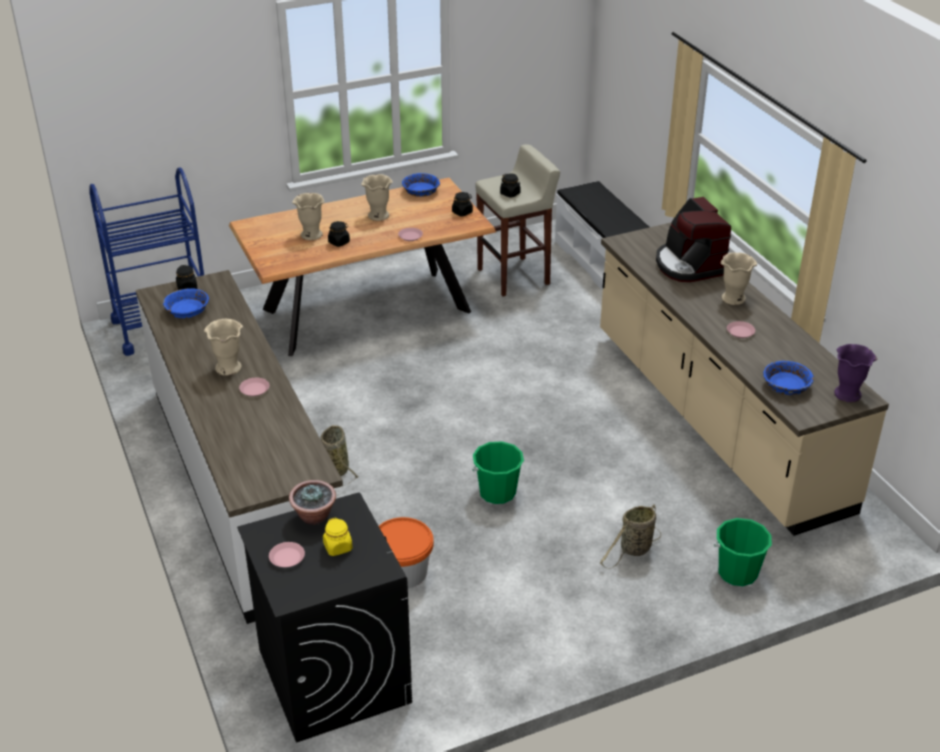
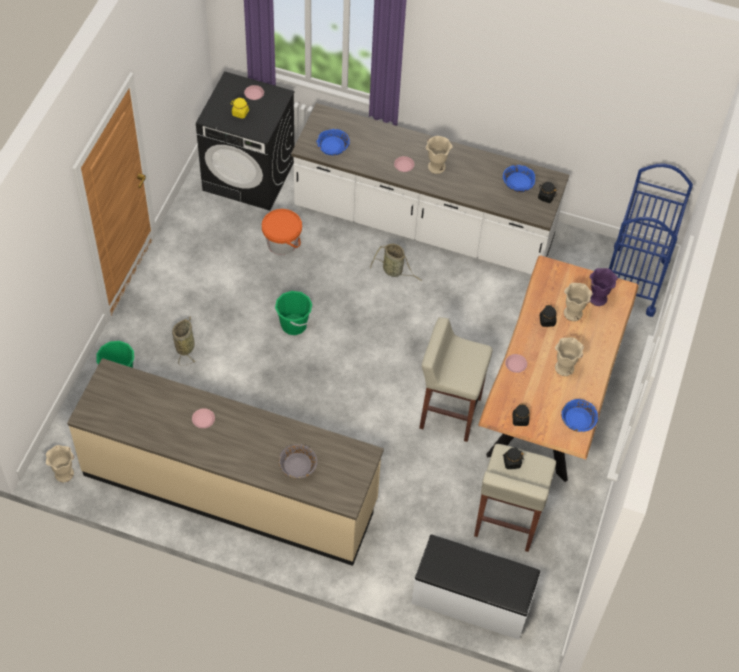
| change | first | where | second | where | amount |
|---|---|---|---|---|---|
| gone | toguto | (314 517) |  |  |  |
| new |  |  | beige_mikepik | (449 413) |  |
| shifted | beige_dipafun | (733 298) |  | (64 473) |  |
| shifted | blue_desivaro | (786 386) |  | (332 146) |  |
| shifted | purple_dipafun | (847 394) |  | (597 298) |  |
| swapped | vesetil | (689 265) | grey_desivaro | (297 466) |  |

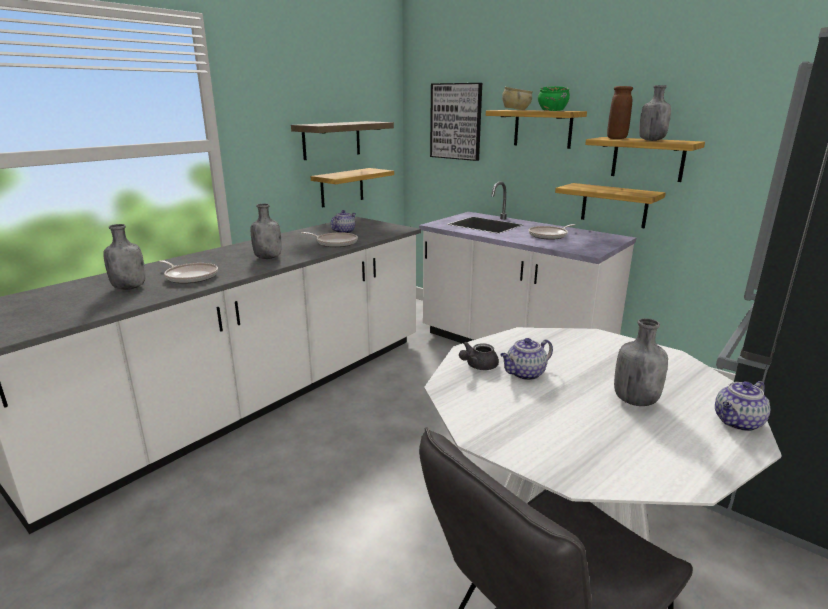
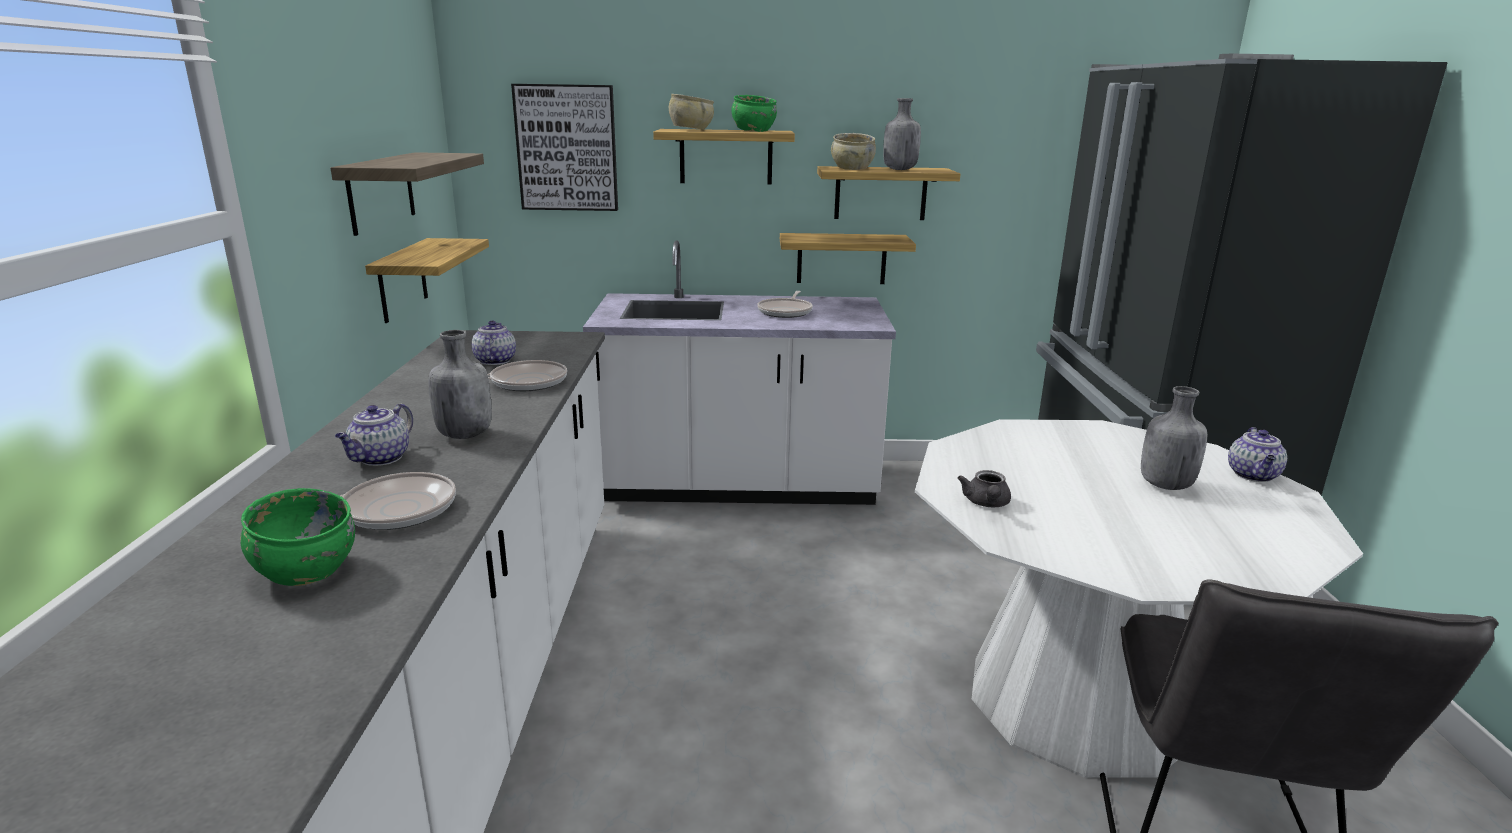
| change | first | where | second | where | amount |
|---|---|---|---|---|---|
| shifted | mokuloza | (525 374) |  | (380 459) |  |
| swapped | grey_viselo | (130 287) | green_desivaro | (306 571) |  |
| swapped | brown_dipafun | (616 138) | beige_desivaro | (852 168) |  |

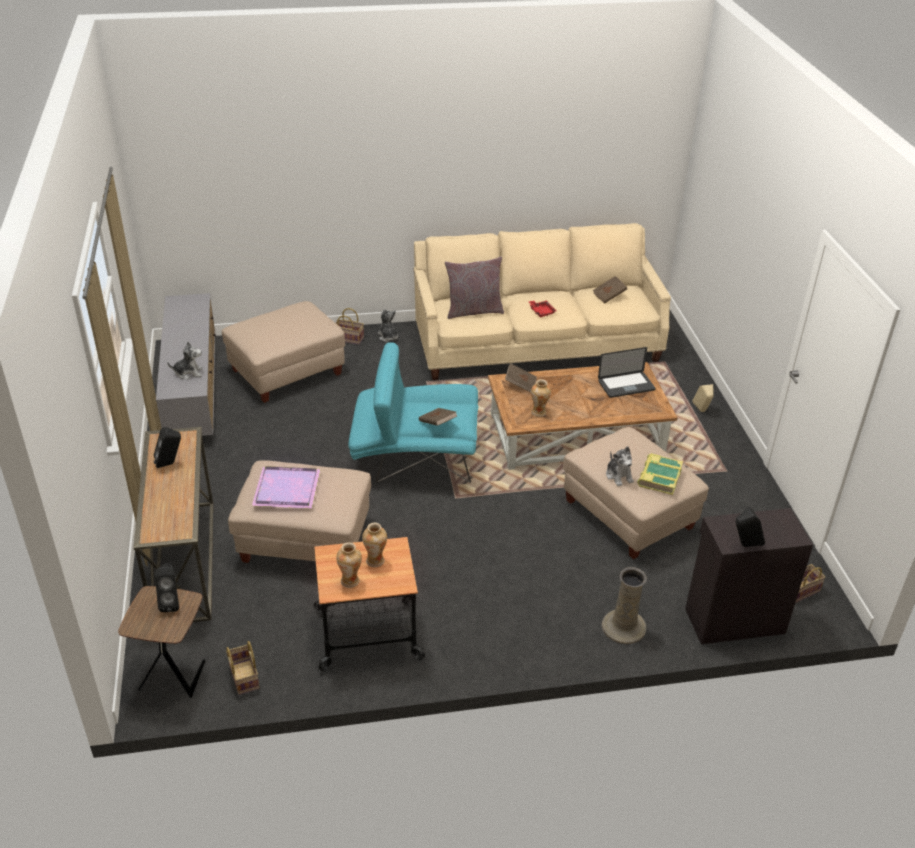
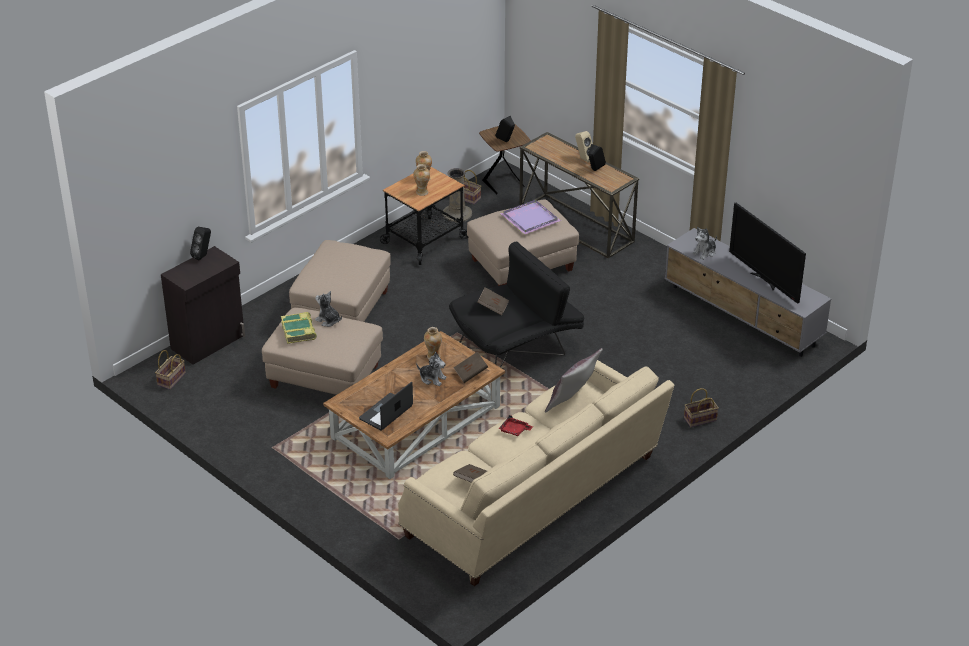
| change | first | where | second | where | amount |
|---|---|---|---|---|---|
| new |  |  | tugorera | (764 280) |  |
| shifted | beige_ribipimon | (287 373) |  | (342 310) |  |
| shifted | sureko | (388 336) |  | (432 378) |  |
| shifted | beige_dipafun | (623 627) |  | (457 214) |  |
| shifted | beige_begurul | (702 411) |  | (583 159) |  |
| repainted | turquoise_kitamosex | (415 457) | black_kitamosex | (517 347) |  |

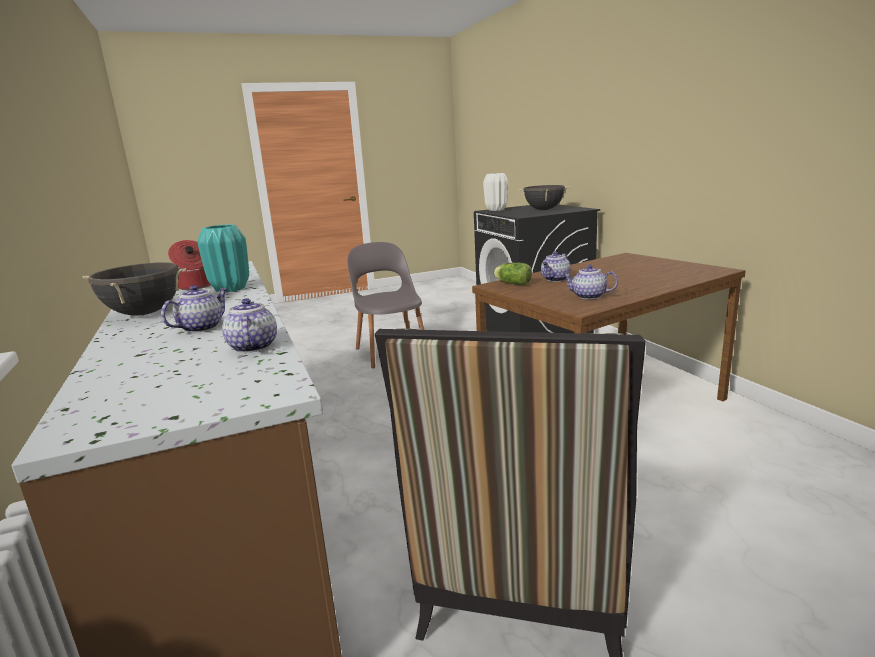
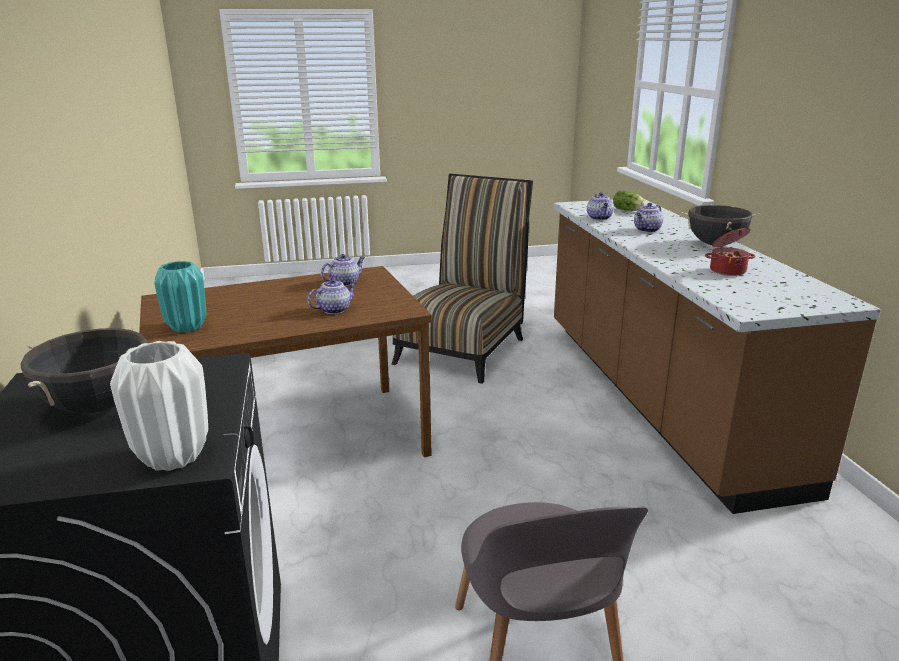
| change | first | where | second | where | amount |
|---|---|---|---|---|---|
| shifted | turquoise_dipafun | (230 289) |  | (186 327) |  |
| shifted | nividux | (512 283) |  | (629 210) |  |
| rotated | mokuloza | (588 296) |  | (345 282) | 75 degrees counterclockwise |

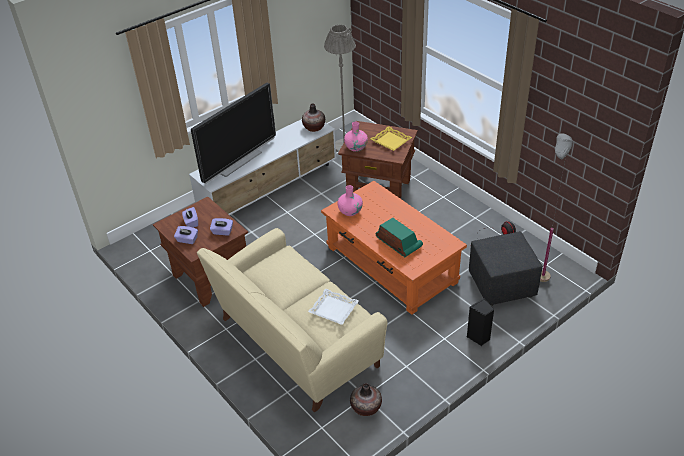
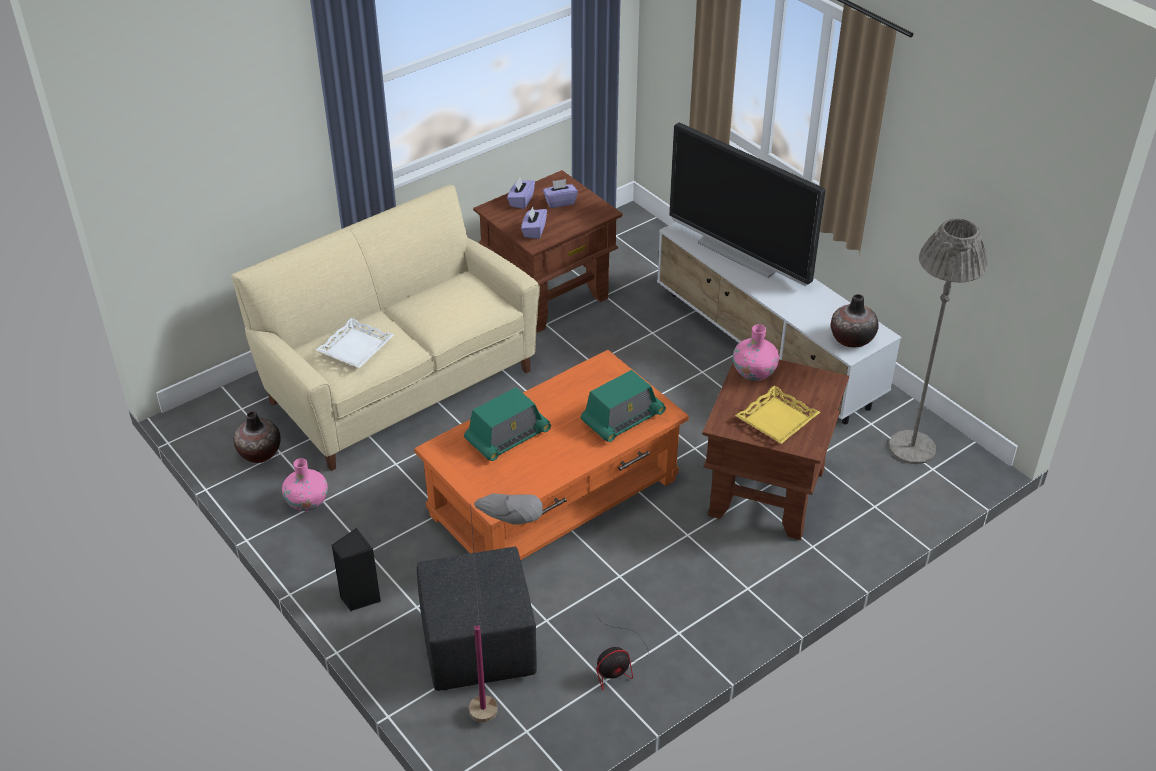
| change | first | where | second | where | amount |
|---|---|---|---|---|---|
| new |  |  | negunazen | (622 419) |  |
| shifted | pink_dipafun | (350 211) |  | (307 502) |  |

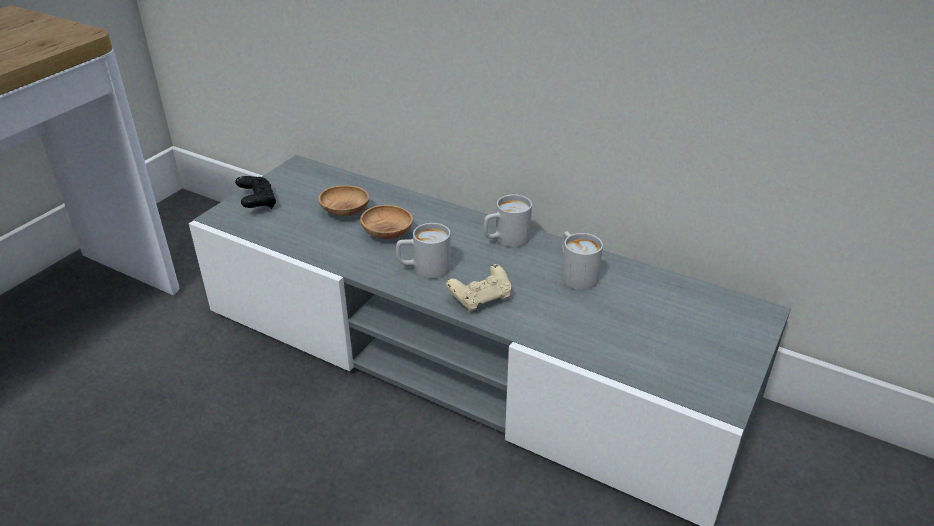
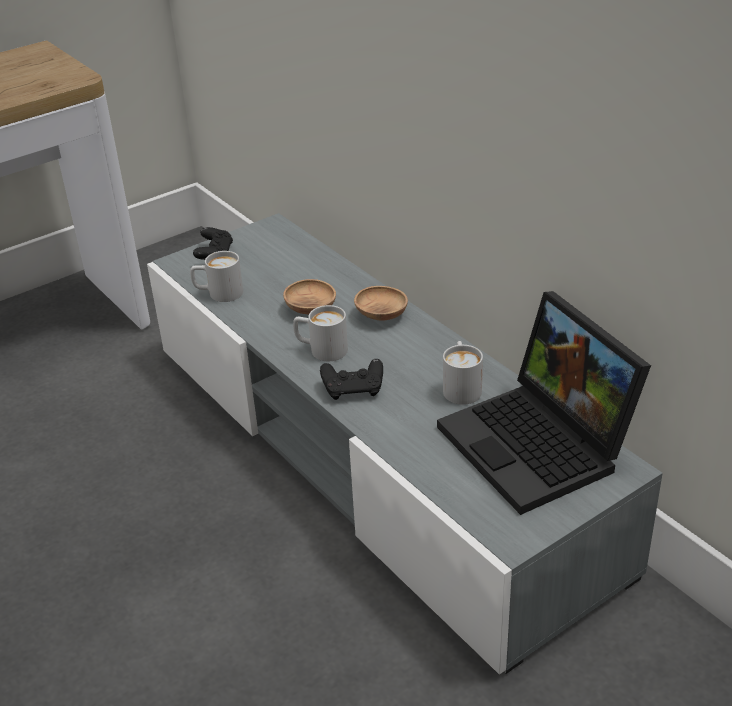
| change | first | where | second | where | amount |
|---|---|---|---|---|---|
| new |  |  | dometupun | (540 445) |  |
| shifted | brown_desivaro | (345 212) |  | (381 315) |  |
| shifted | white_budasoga | (505 240) |  | (218 293) |  |
| repainted | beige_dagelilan | (481 299) | black_dagelilan | (353 389) |  |

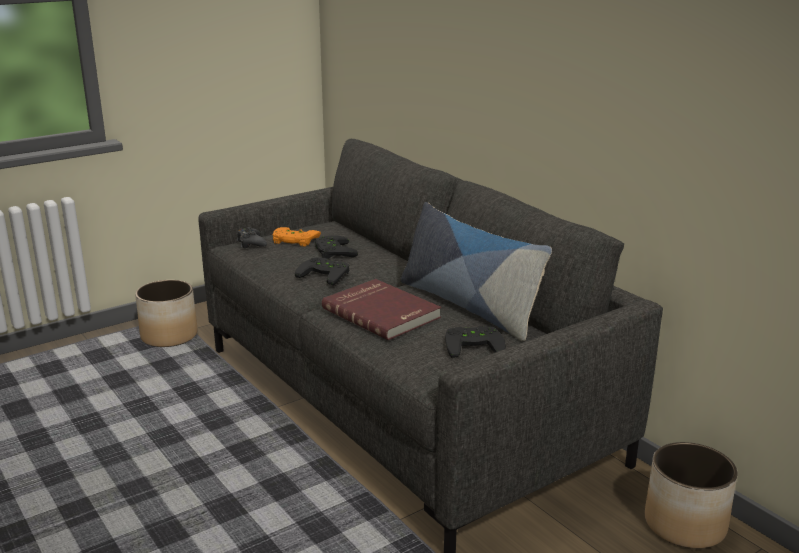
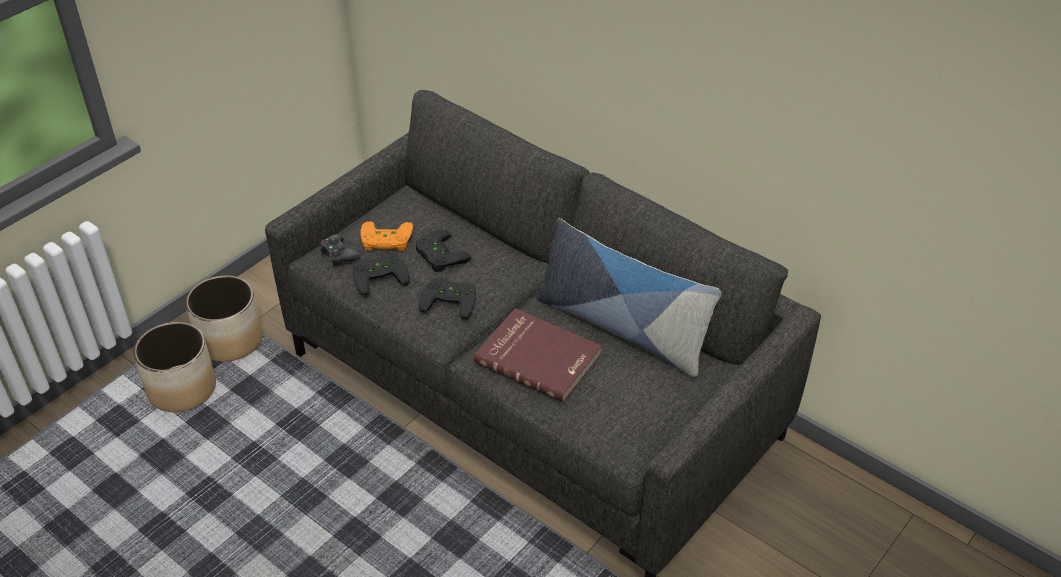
| change | first | where | second | where | amount |
|---|---|---|---|---|---|
| shifted | black_dagelilan | (473 345) |  | (379 275) |  |
| shifted | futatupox | (685 525) |  | (182 389) |  |

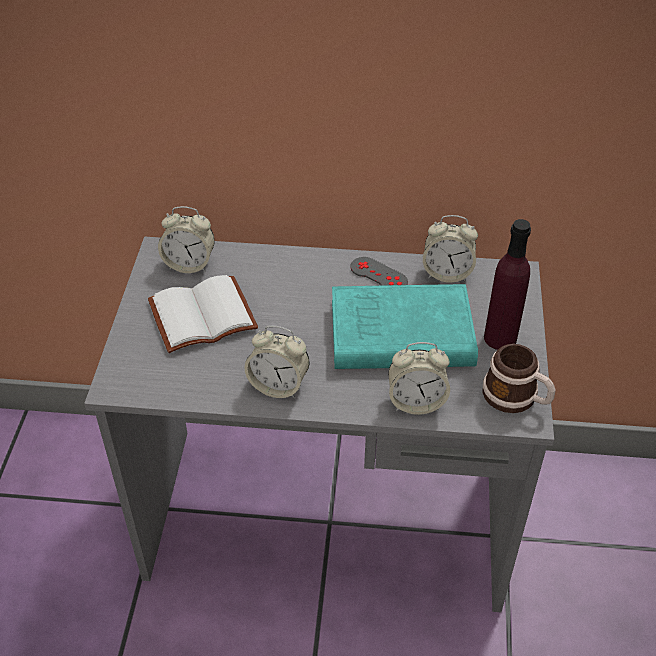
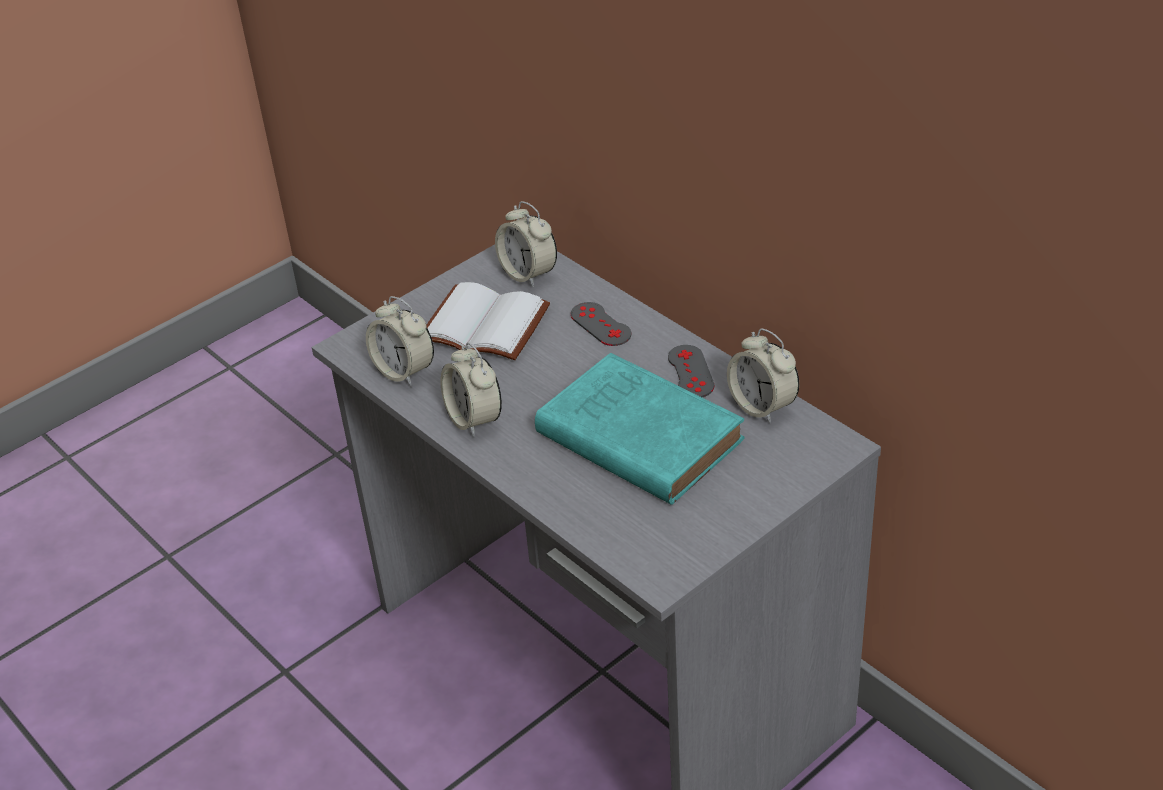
| change | first | where | second | where | amount |
|---|---|---|---|---|---|
| gone | budasoga | (516 398) |  |  |  |
| gone | purple_viselo | (500 338) |  |  |  |
| new |  |  | grey_dagelilan | (600 324) |  |
| shifted | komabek | (416 402) |  | (404 371) |  |

